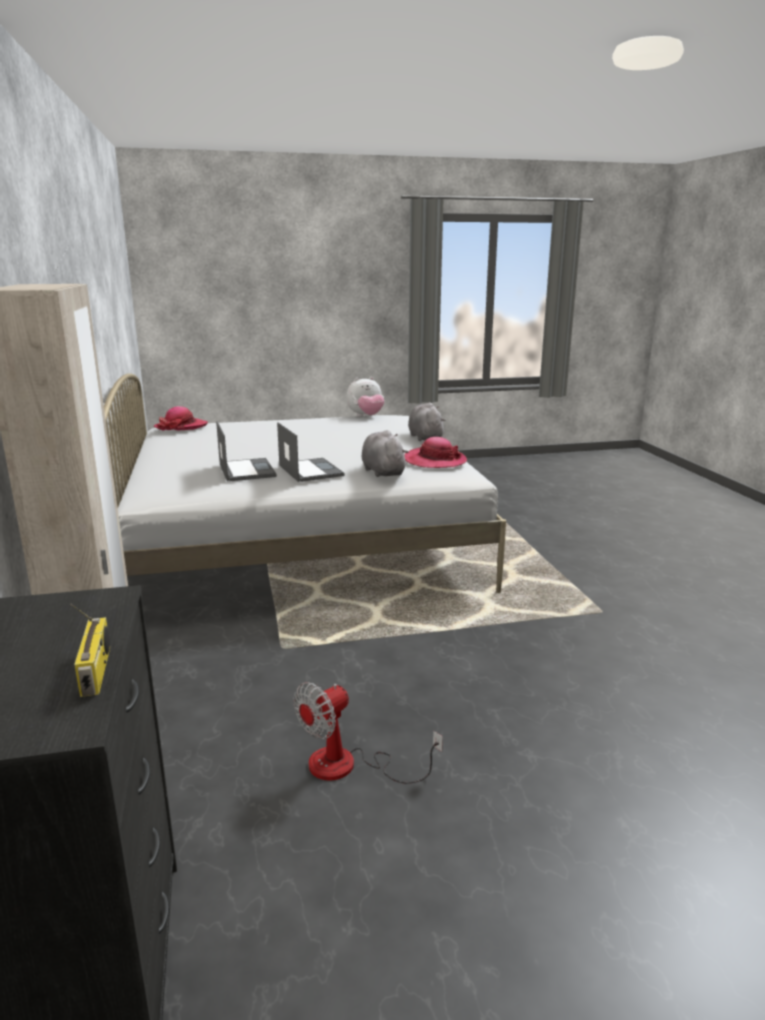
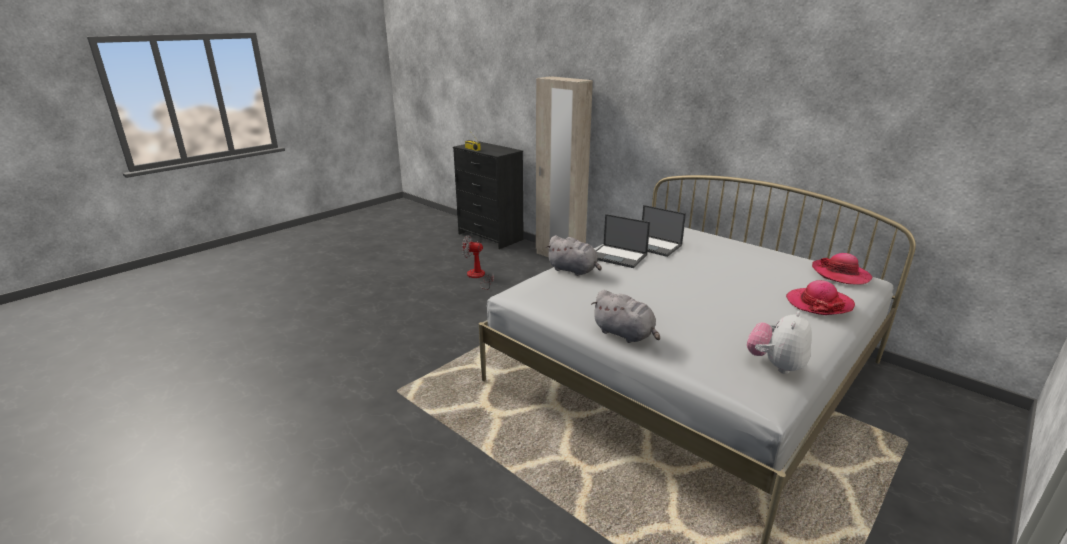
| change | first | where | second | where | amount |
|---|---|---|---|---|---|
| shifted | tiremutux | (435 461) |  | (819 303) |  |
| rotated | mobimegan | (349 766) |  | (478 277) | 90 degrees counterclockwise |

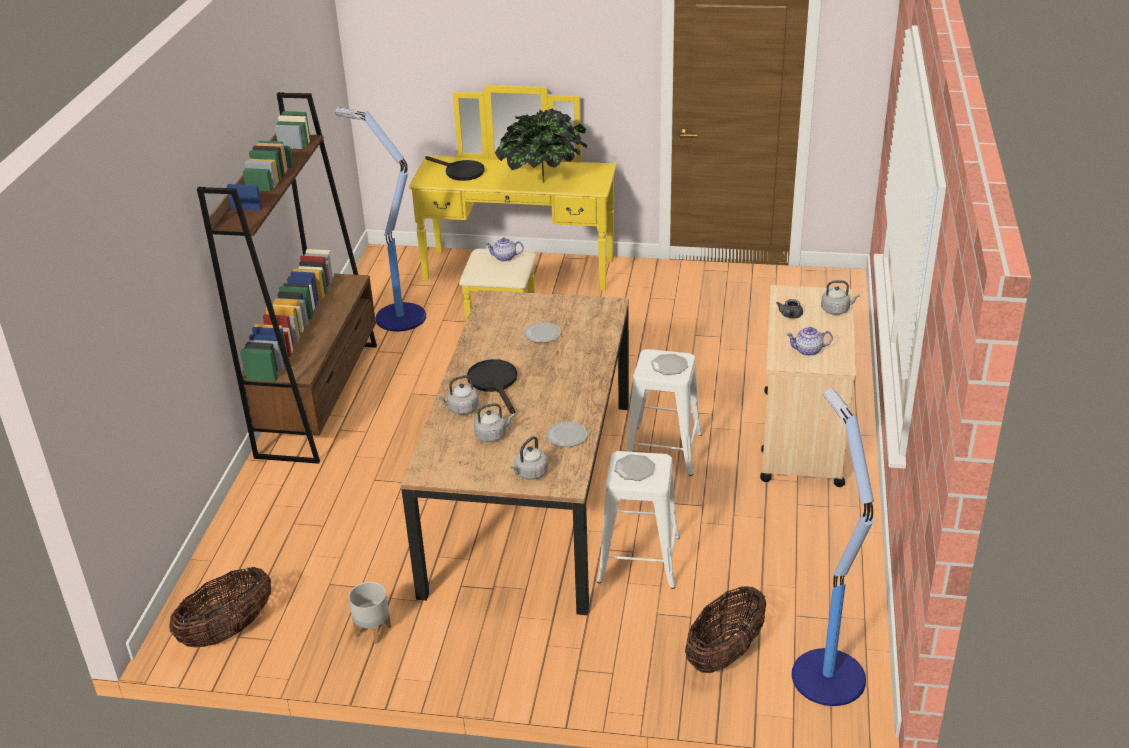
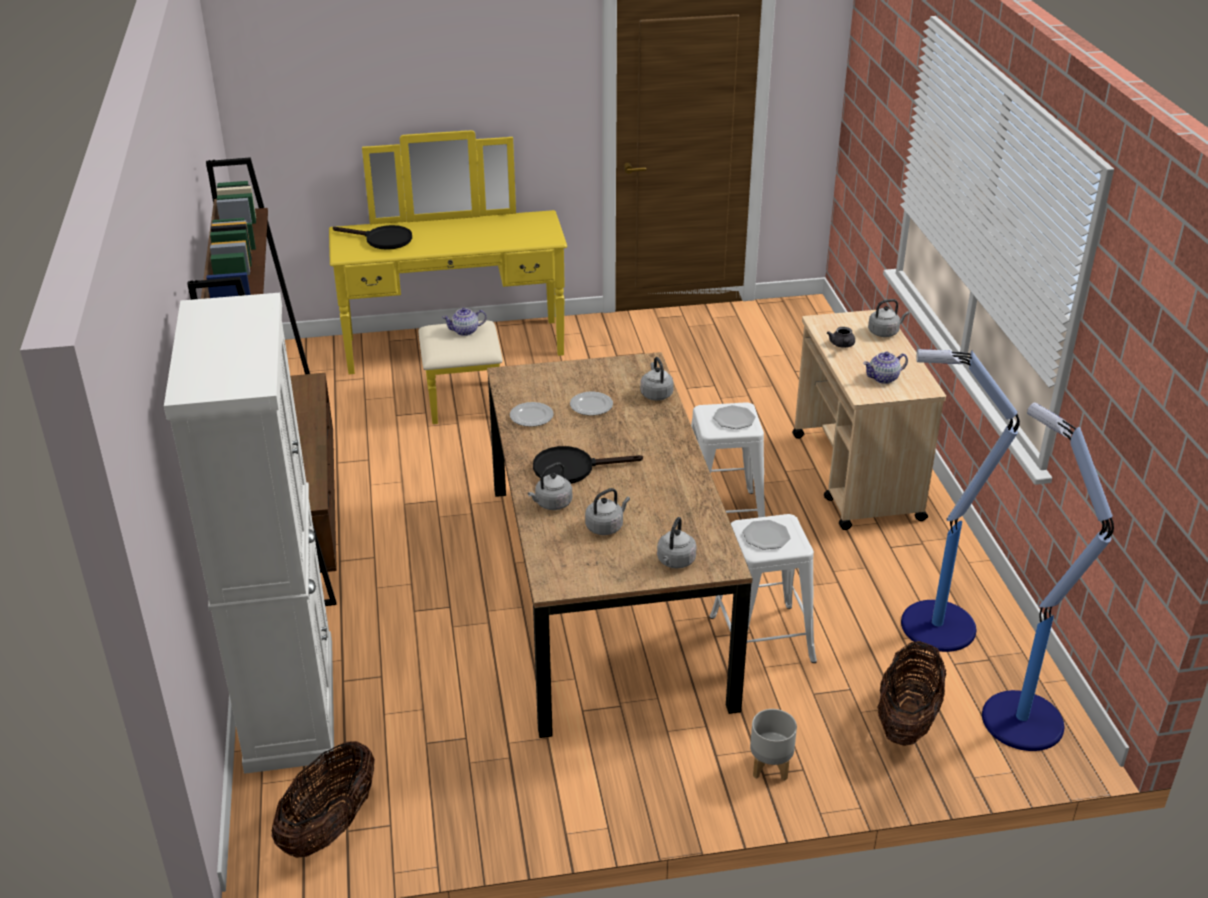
| change | first | where | second | where | amount |
|---|---|---|---|---|---|
| gone | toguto | (543 183) |  |  |  |
| new |  |  | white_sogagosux | (290 703) |  |
| new |  |  | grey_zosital | (656 394) |  |
| shifted | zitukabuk | (398 317) |  | (935 626) |  |
| shifted | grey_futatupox | (372 631) |  | (770 767) |  |
| shifted | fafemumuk | (566 436) |  | (531 417) |  |
| rotated | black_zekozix | (495 383) |  | (572 468) | 60 degrees counterclockwise |

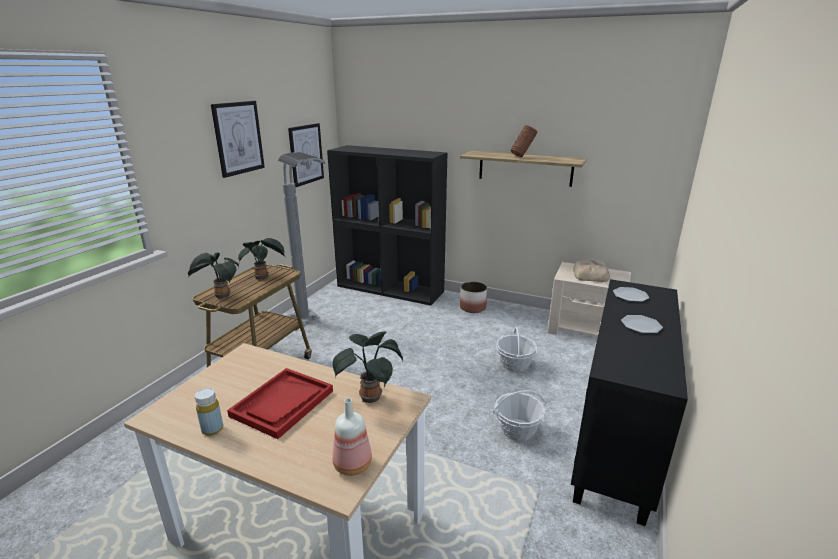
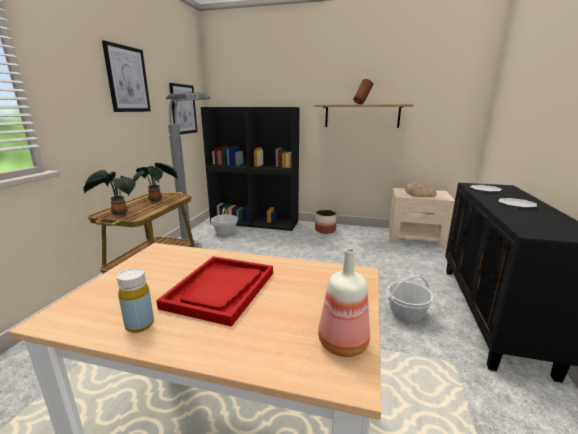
| change | first | where | second | where | amount |
|---|---|---|---|---|---|
| gone | toguto | (371 396) |  |  |  |
| shifted | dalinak | (514 364) |  | (225 232) |  |

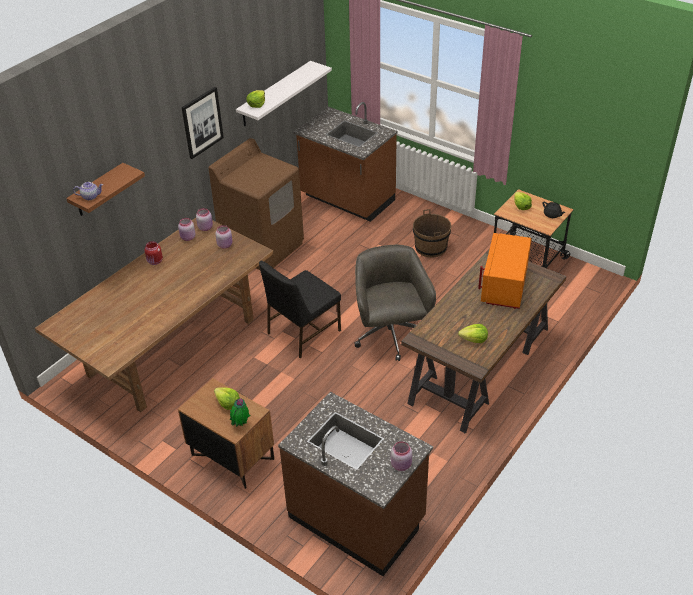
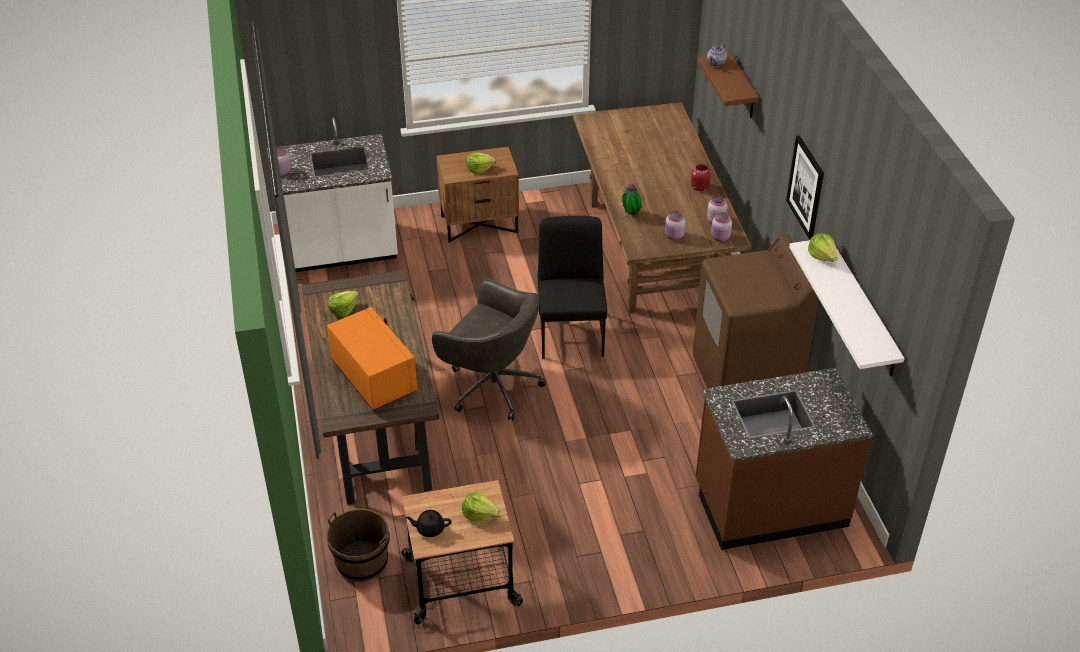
| change | first | where | second | where | amount |
|---|---|---|---|---|---|
| shifted | toguto | (241 425) |  | (630 214) |  |
| shifted | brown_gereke | (431 247) |  | (362 562) |  |
| repainted | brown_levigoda | (357 518) | white_levigoda | (340 252) |  |

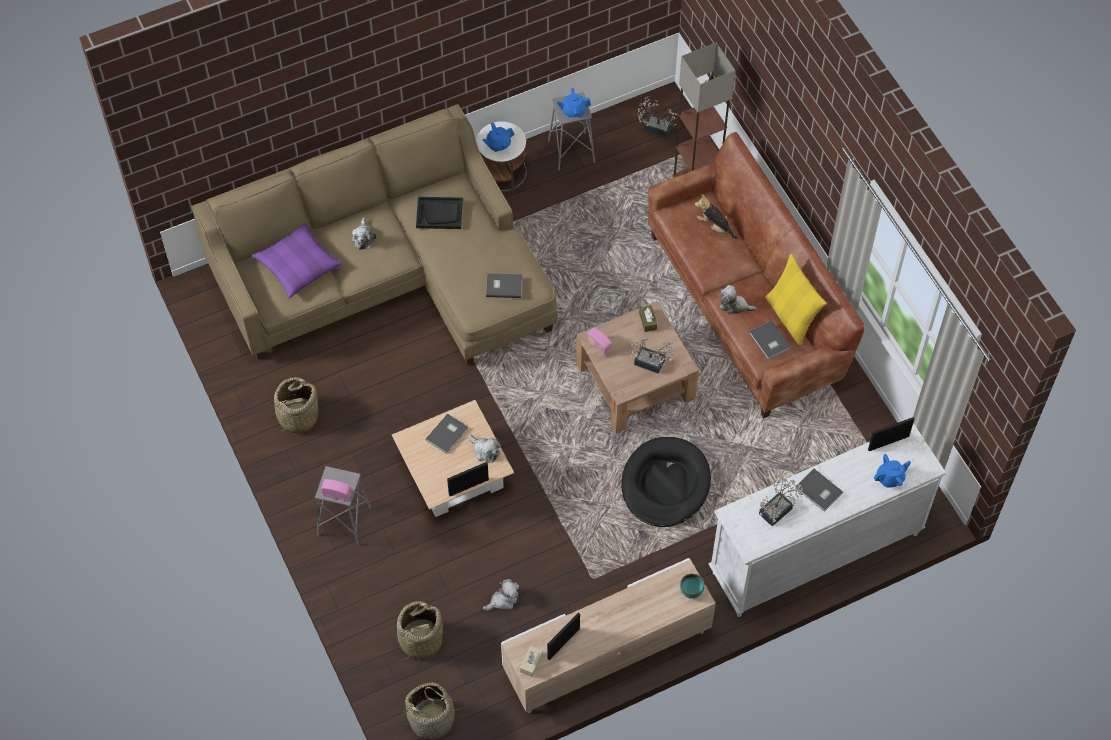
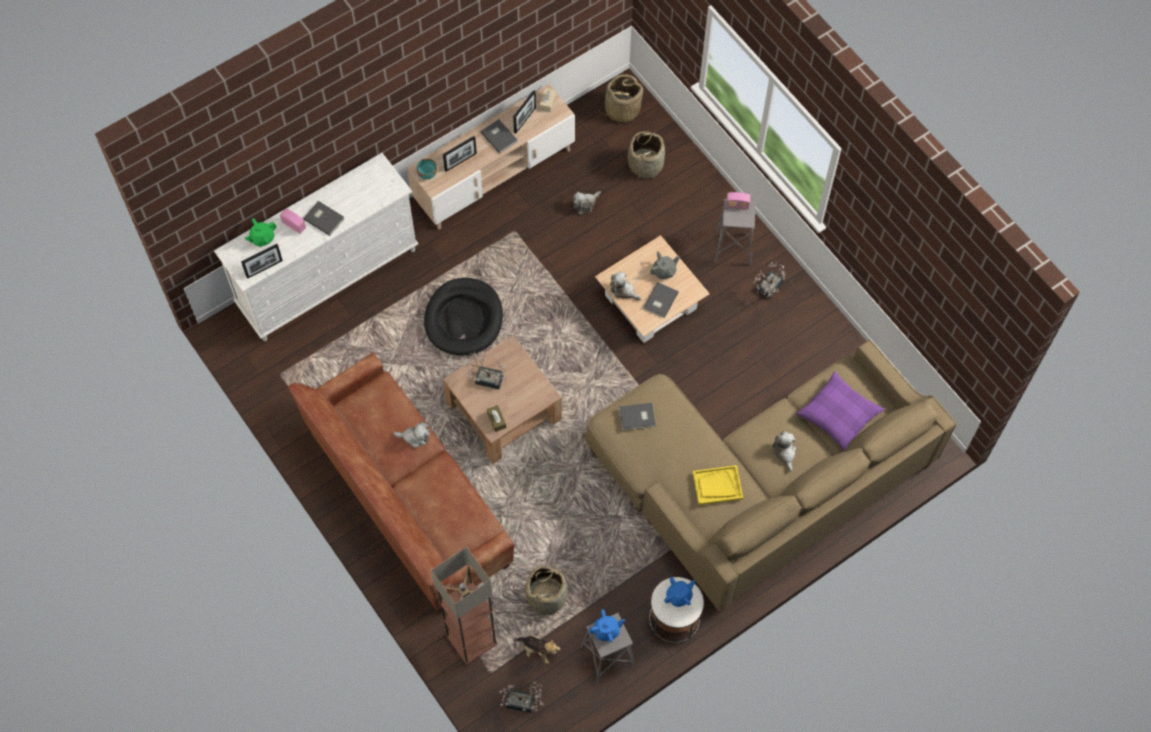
| change | first | where | second | where | amount |
|---|---|---|---|---|---|
| gone | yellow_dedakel | (791 317) |  |  |  |
| new |  |  | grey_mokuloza | (664 271) |  |
| shifted | dalinak | (297 416) |  | (547 596) |  |
| shifted | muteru | (468 487) |  | (460 162) |  |
| shifted | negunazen | (598 346) |  | (294 225) |  |
| shifted | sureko | (715 226) |  | (537 650) |  |
| shifted | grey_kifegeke | (769 341) |  | (499 136) |  |
| shifted | toguto | (778 509) |  | (767 288) |  |
| repainted | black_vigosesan | (439 214) | yellow_vigosesan | (717 486) |  |
| repainted | blue_mokuloza | (890 478) | green_mokuloza | (262 238) |  |

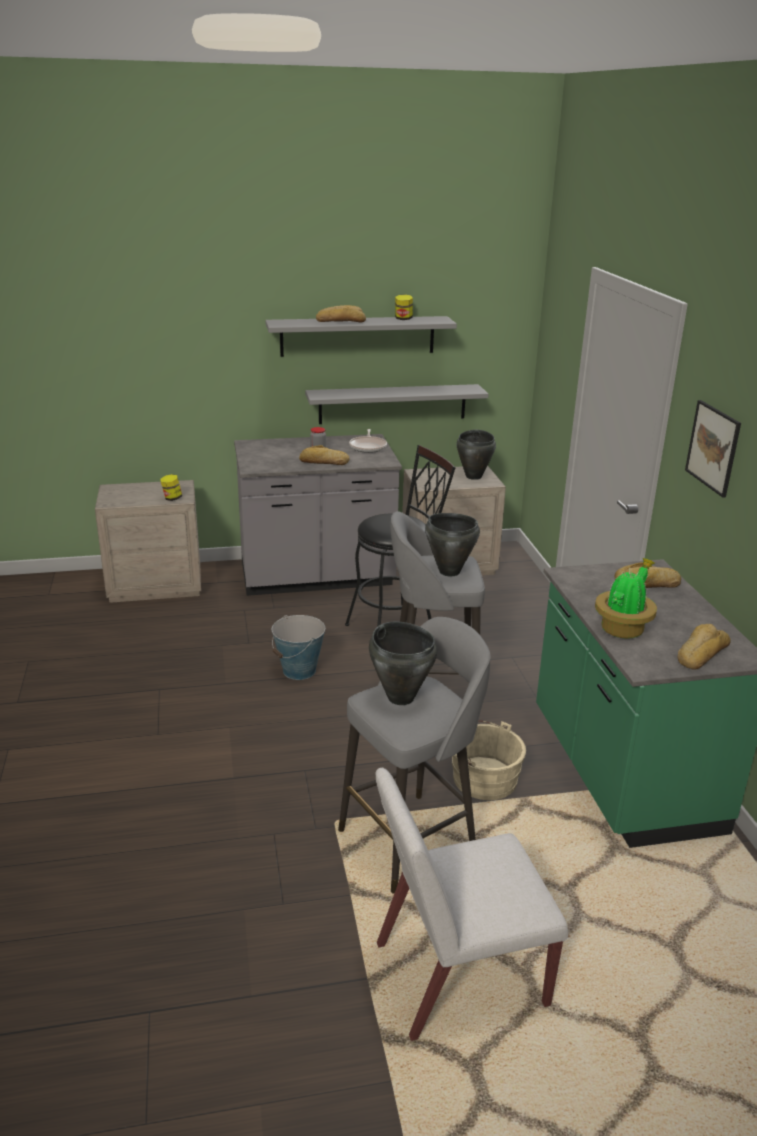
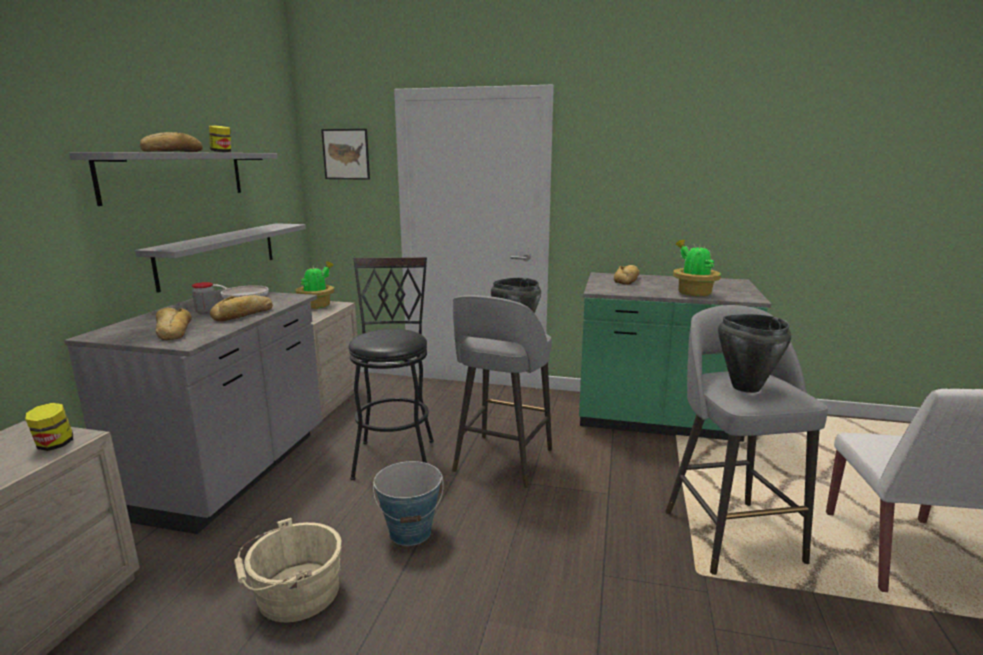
| change | first | where | second | where | amount |
|---|---|---|---|---|---|
| shifted | beige_gereke | (481 777) |  | (293 594) |  |
| shifted | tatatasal | (700 653) |  | (173 331) |  |
| shifted | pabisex | (713 447) |  | (346 154) |  |
| swapped | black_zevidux | (474 476) | toguto | (317 306) |  |

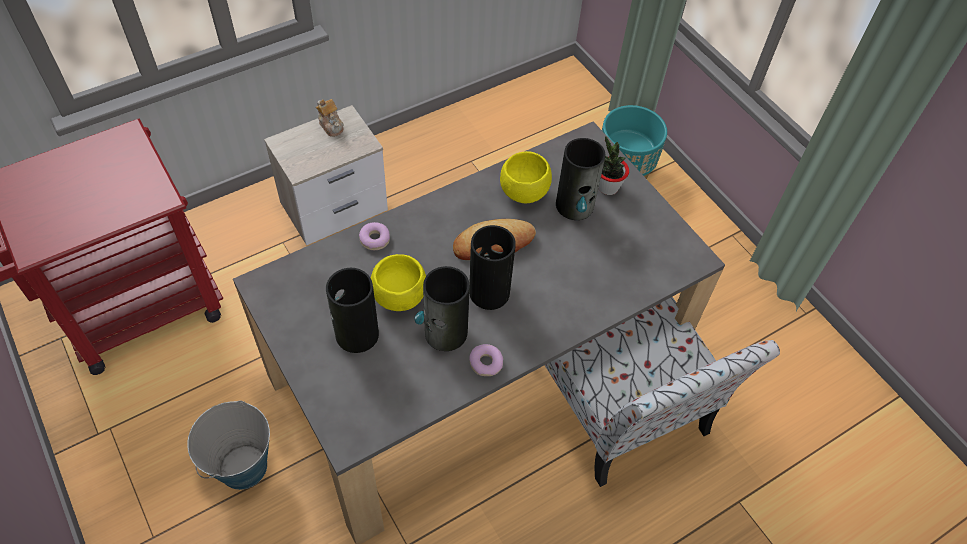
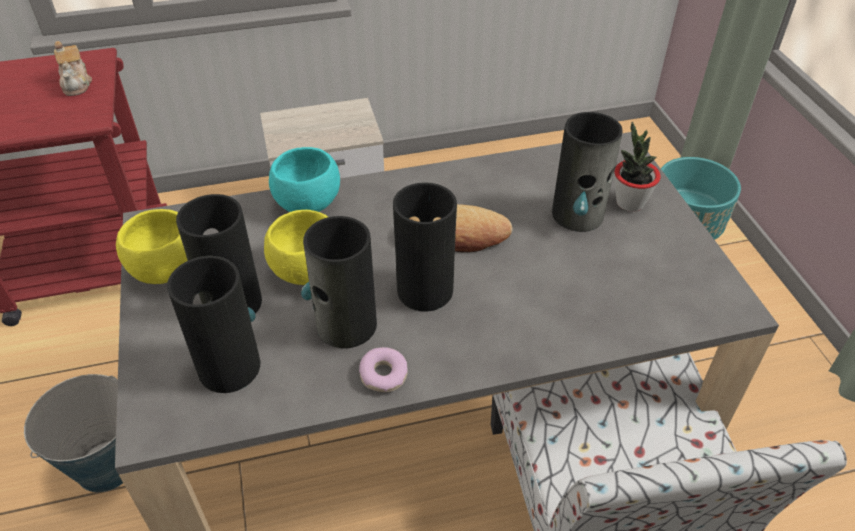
| change | first | where | second | where | amount |
|---|---|---|---|---|---|
| new |  |  | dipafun | (229 366) |  |
| shifted | mokuloza | (331 125) |  | (77 84) |  |
| shifted | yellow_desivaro | (523 192) |  | (166 270) |  |
| swapped | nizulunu | (375 239) | turquoise_desivaro | (307 204) |  |

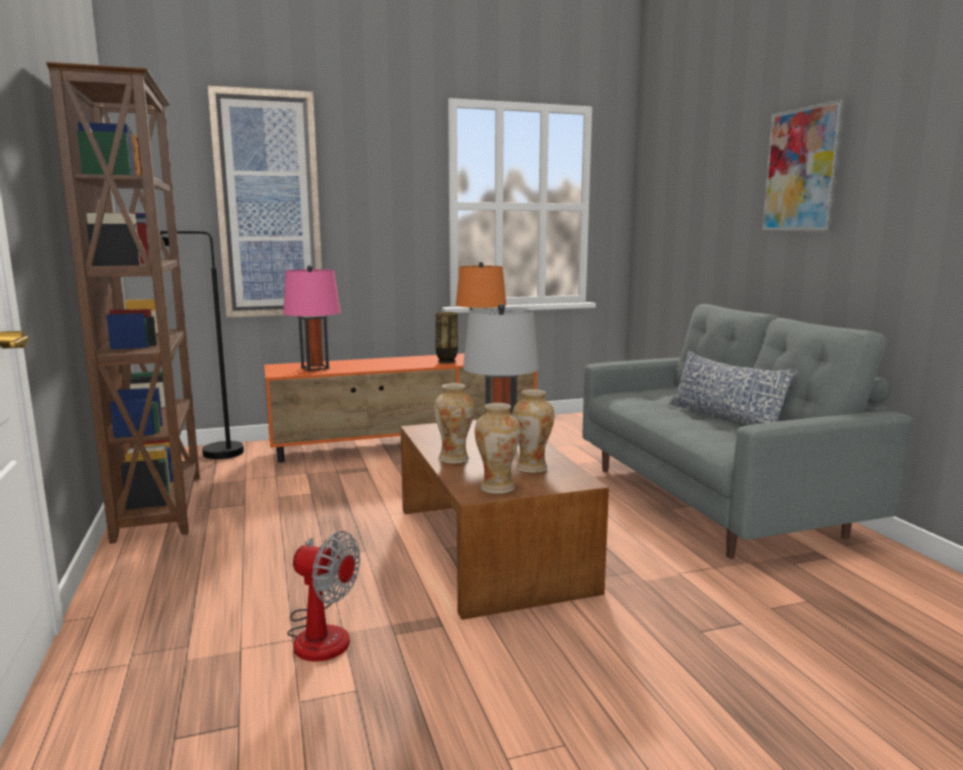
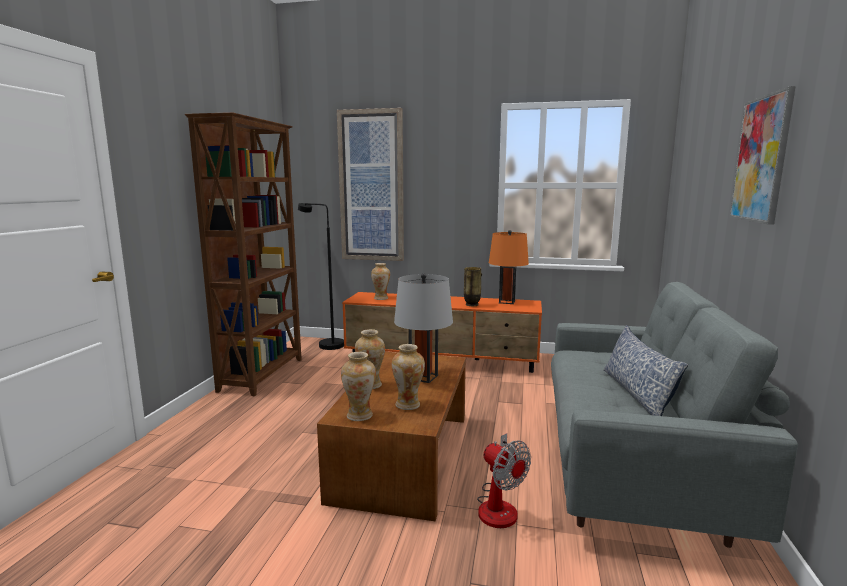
| change | first | where | second | where | amount |
|---|---|---|---|---|---|
| shifted | mobimegan | (320 632) |  | (499 505) |  |
| swapped | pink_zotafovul | (315 368) | dipafun | (381 298) |  |

